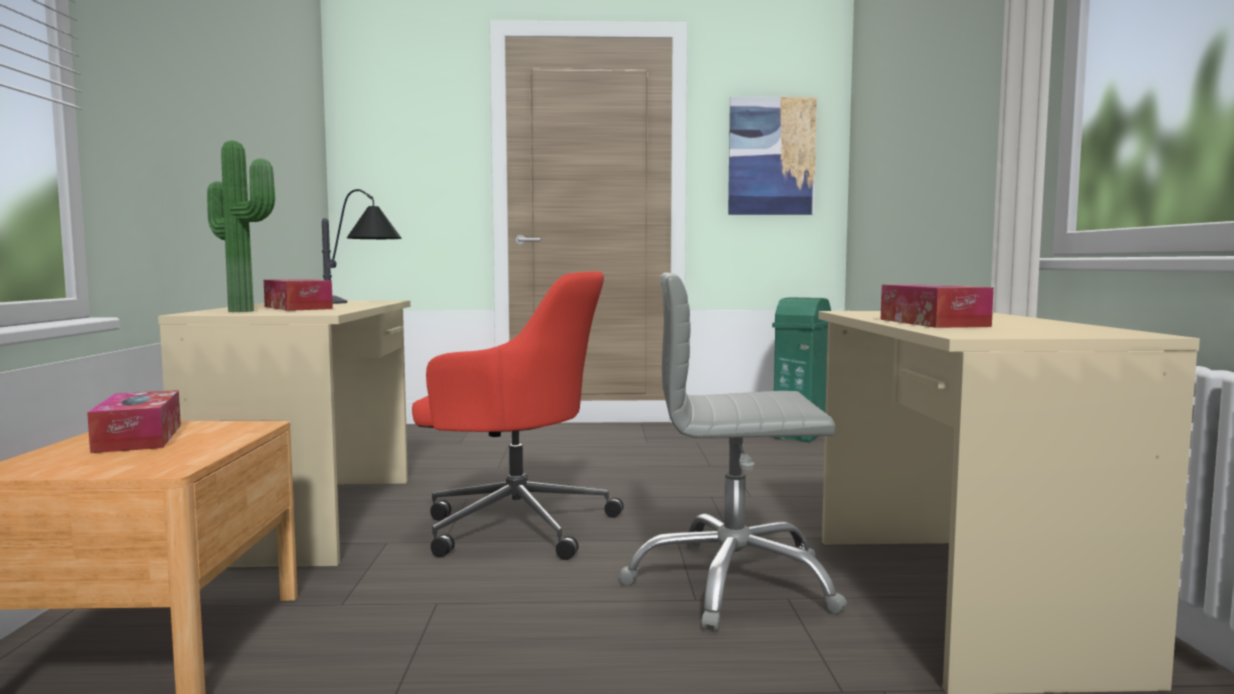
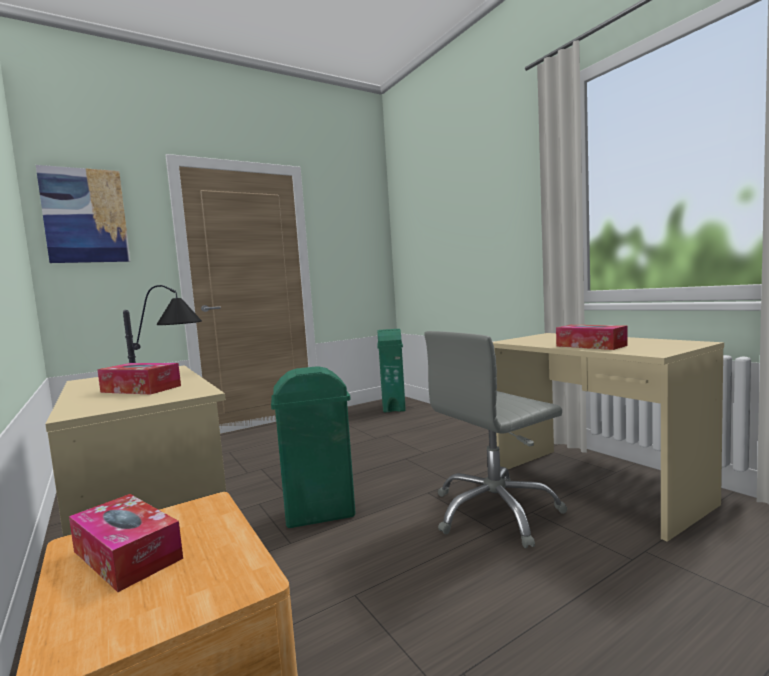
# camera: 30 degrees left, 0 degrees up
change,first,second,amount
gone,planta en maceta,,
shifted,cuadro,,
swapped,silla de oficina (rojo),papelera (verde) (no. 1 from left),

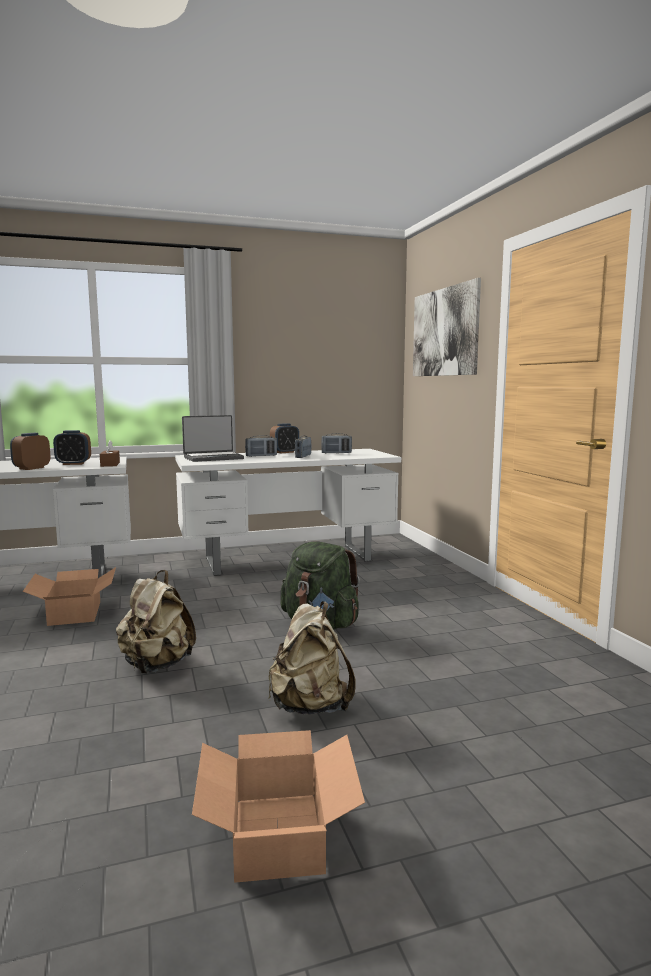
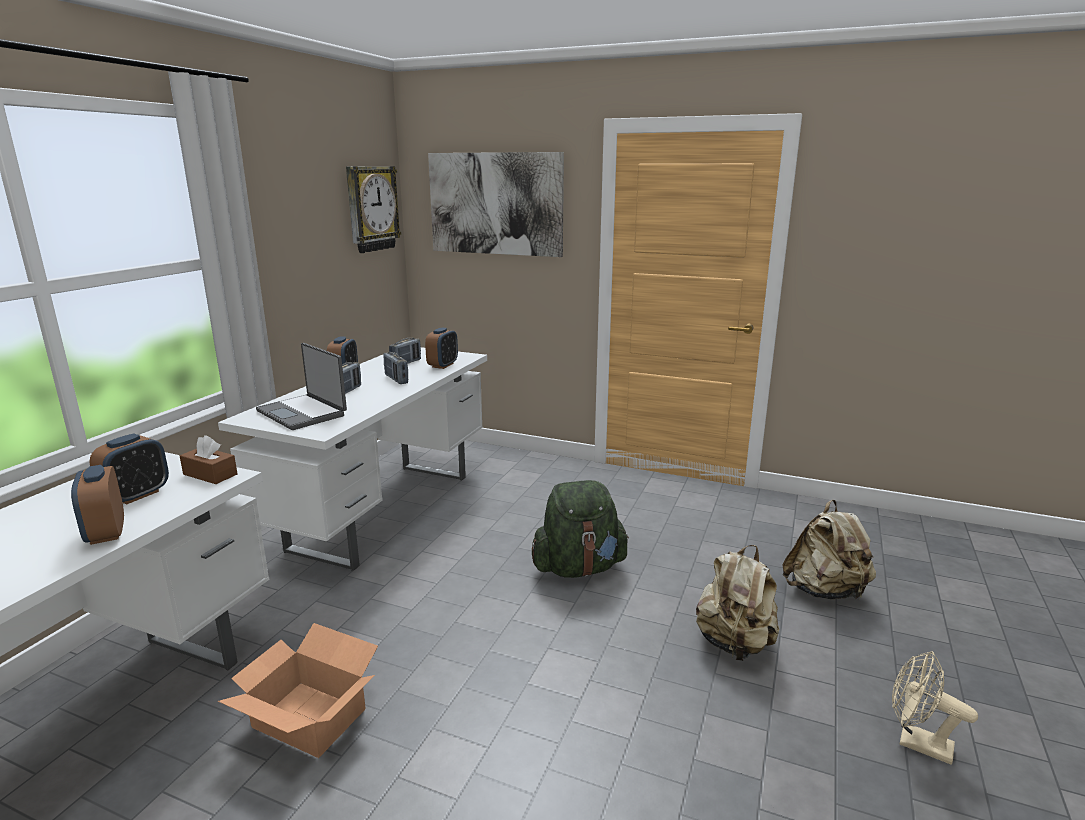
# camera: 50 degrees left, 10 degrees up
change,first,second,amount
new,,reloj de pared,
new,,despertador (no. 4 from left),
shifted,mochila (beis) (no. 1 from left in the first image),mochila (beis) (no. 2 from left),
swapped,caja de cartón (no. 2 from left),ventilador (beis),
rotated,portátil,,120 degrees clockwise

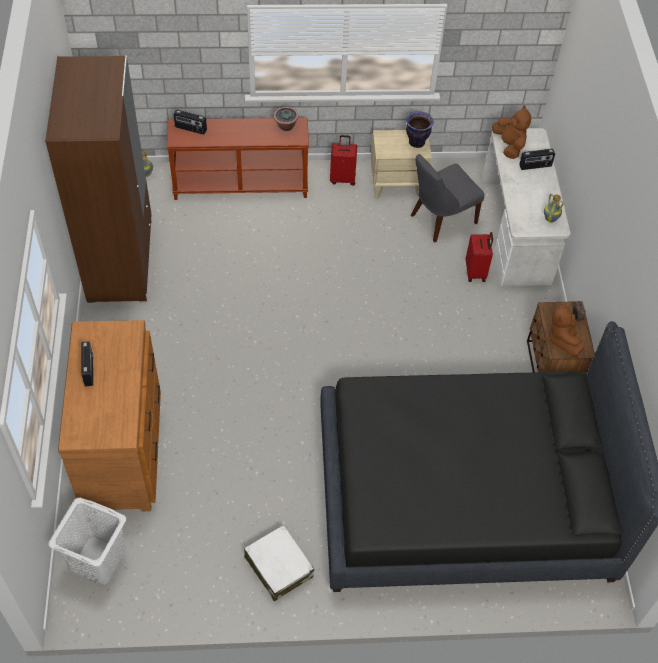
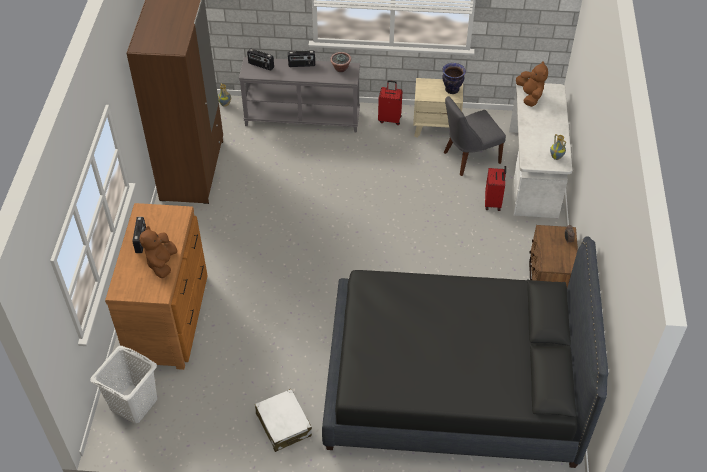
# camera: 10 degrees right, 5 degrees down
change,first,second,amount
shifted,radio (no. 3 from left),,
shifted,peluche (marrón) (no. 2 from left in the first image),peluche (marrón) (no. 1 from left),
repainted,mesa consola (marrón),mesa consola (gris),

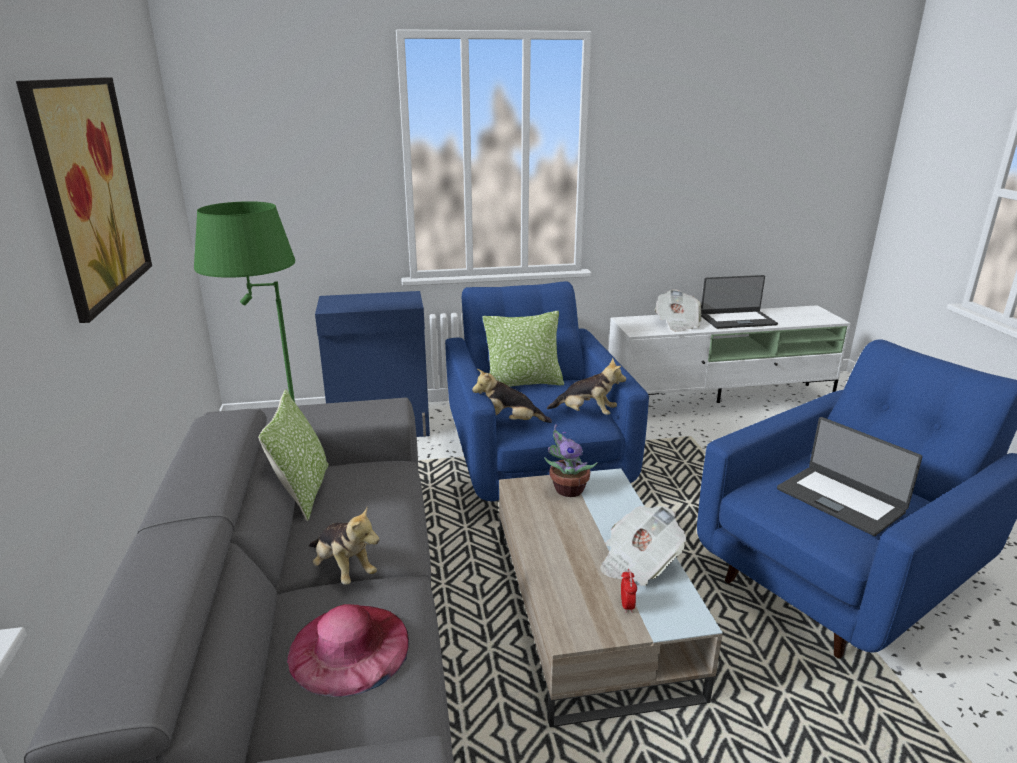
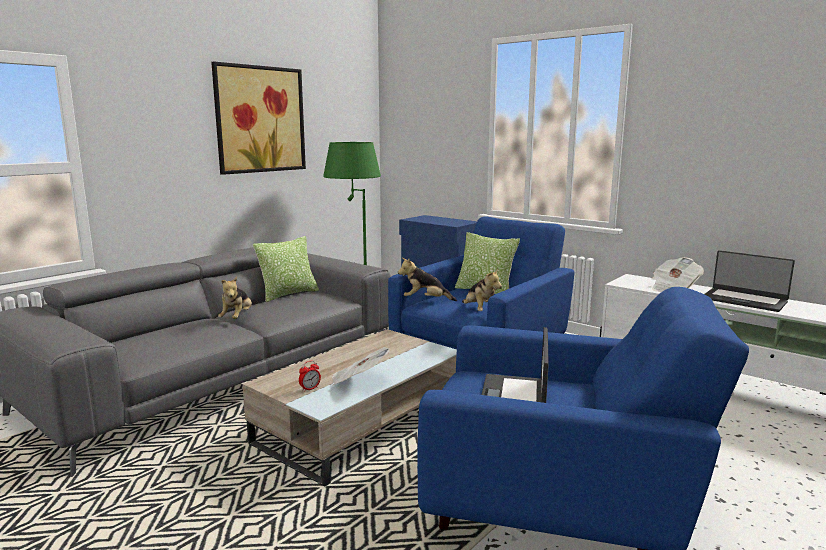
# camera: 50 degrees right, 10 degrees down
change,first,second,amount
gone,sombrero (rosa),,
gone,planta en maceta,,
rotated,peluche (no. 2 from left),,45 degrees counterclockwise

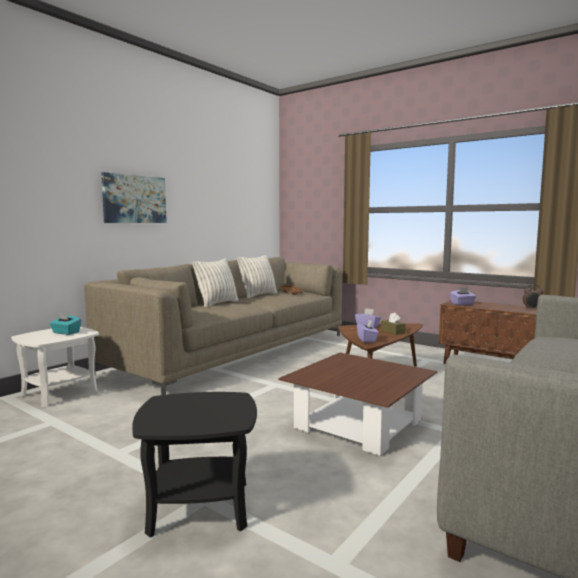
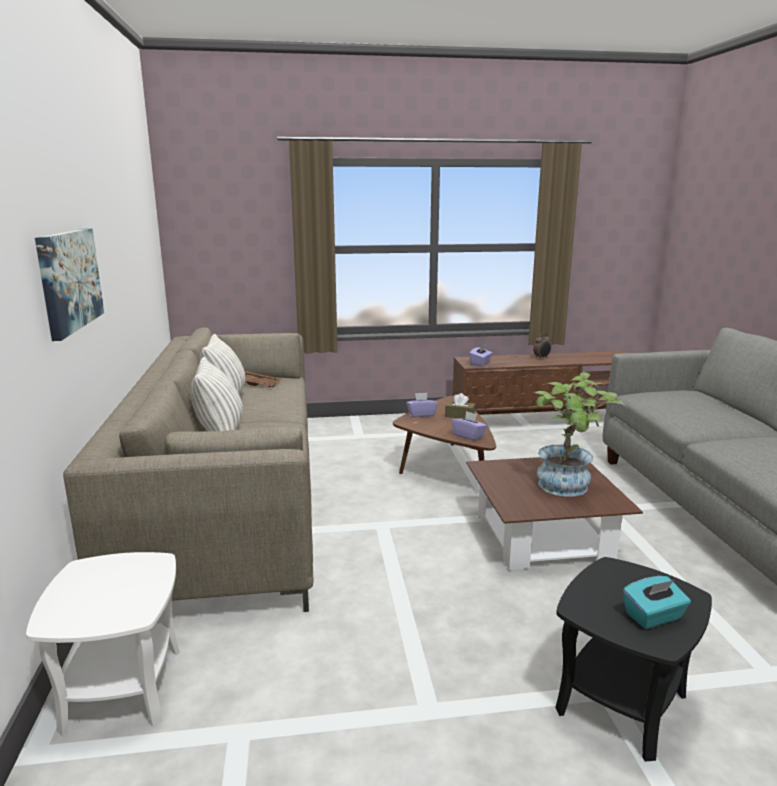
# camera: 45 degrees left, 10 degrees up
change,first,second,amount
new,,planta en maceta,
shifted,caja de pañuelos (turquesa),,

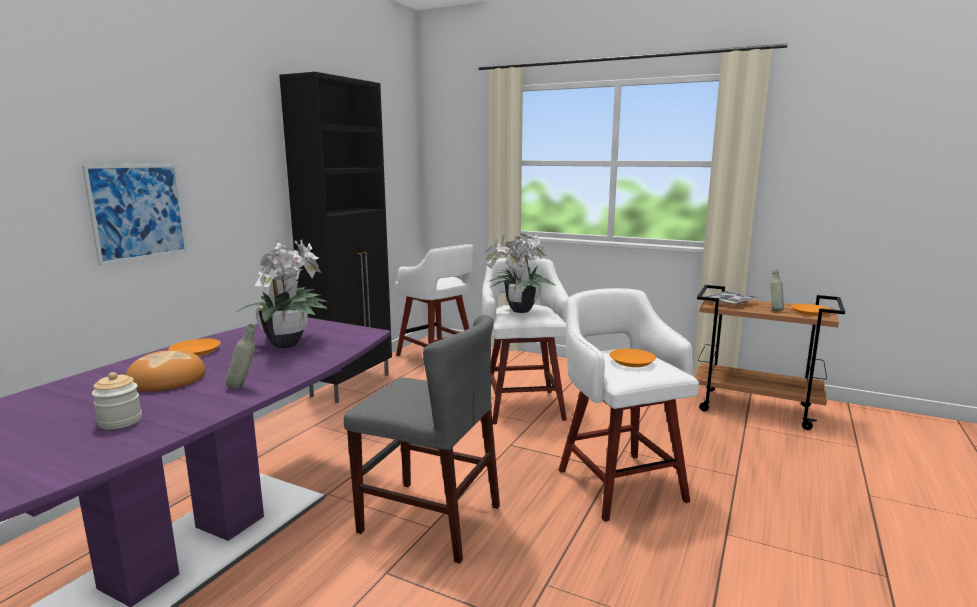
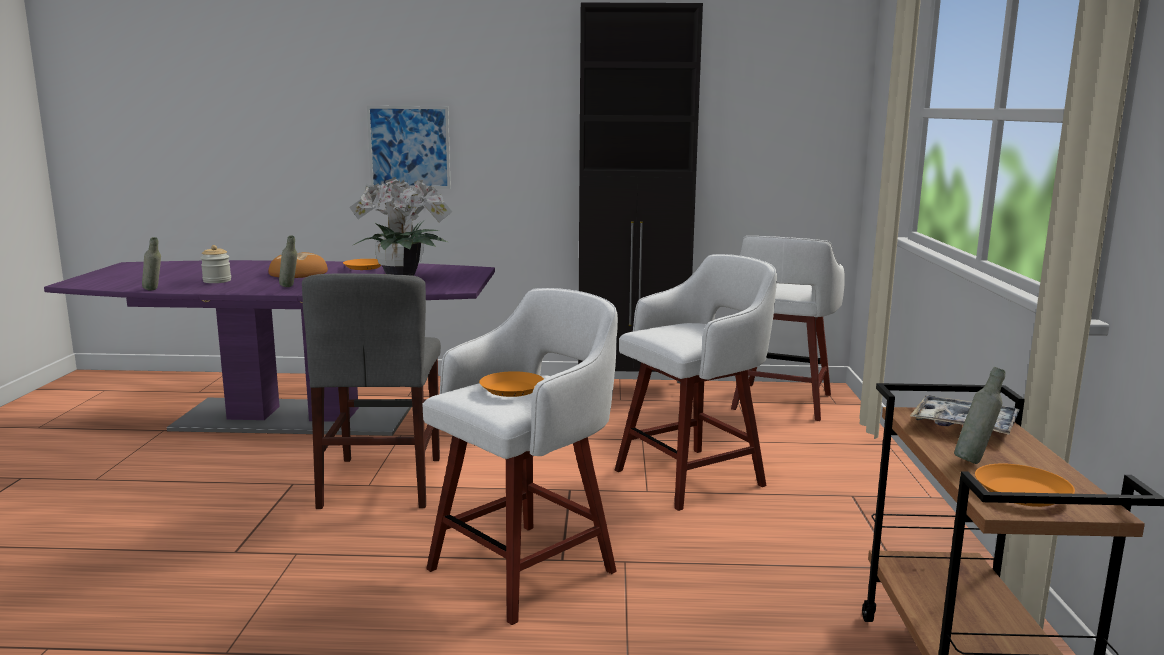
# camera: 65 degrees right, 0 degrees up
change,first,second,amount
gone,planta en maceta (no. 2 from left),,
new,,botella (gris) (no. 1 from left),

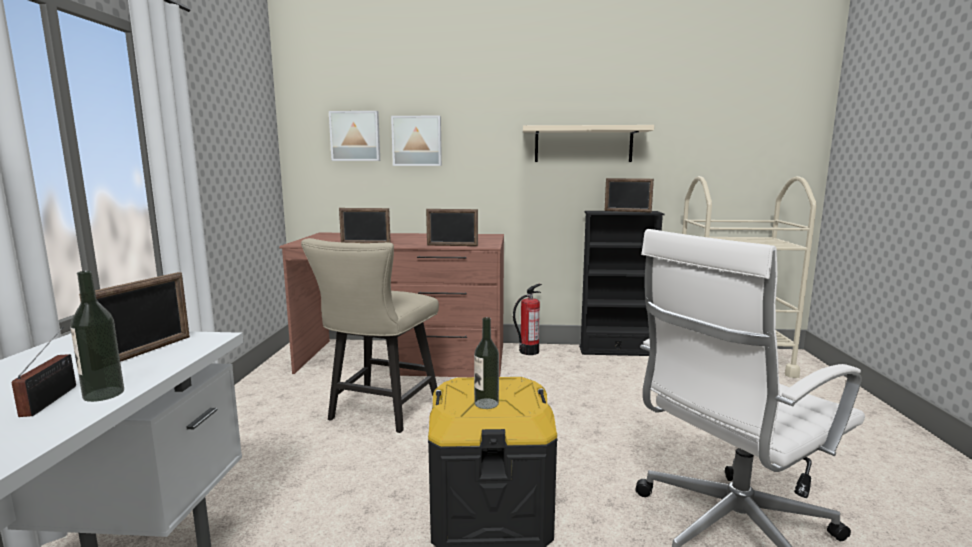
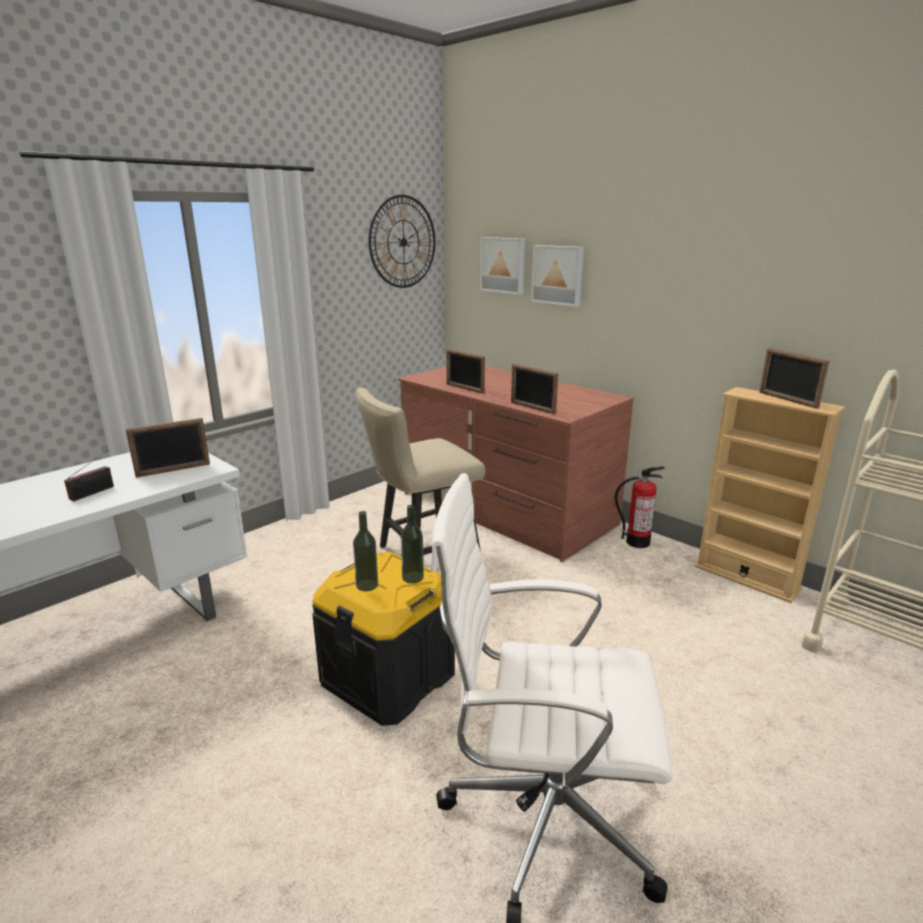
# camera: 40 degrees right, 10 degrees up
change,first,second,amount
gone,estante (beis),,
new,,reloj de pared,
shifted,botella (no. 1 from left in the first image),botella (no. 2 from left),
repainted,estantería (negro),estantería (beis),

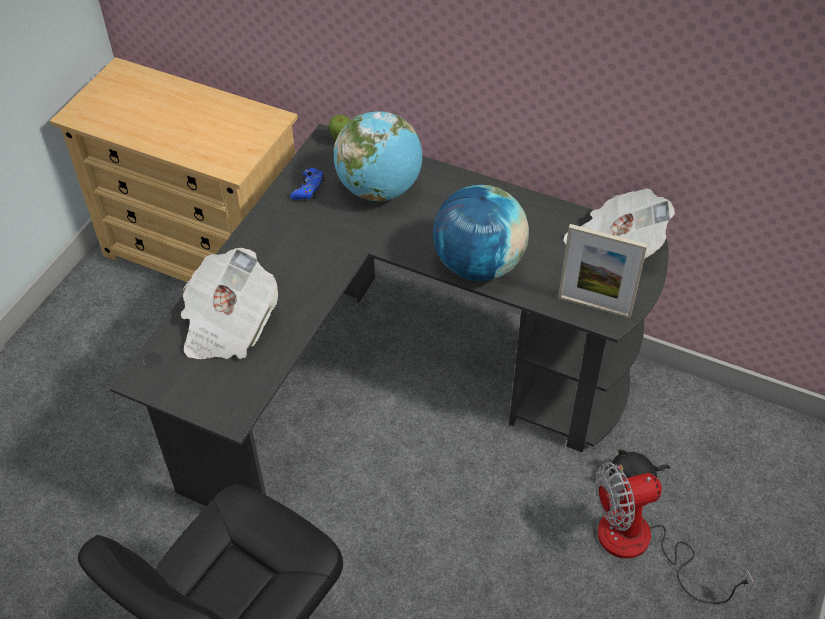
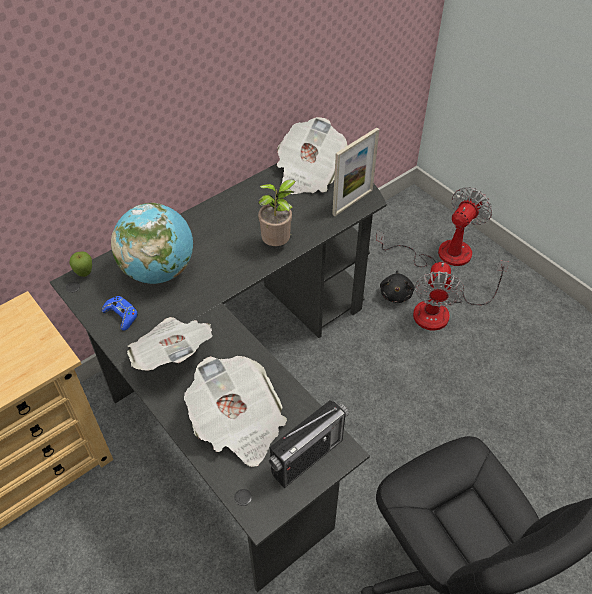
# camera: 65 degrees left, 0 degrees up
change,first,second,amount
new,,periódico (no. 1 from left),
new,,radio,
new,,ventilador (no. 1 from left),
swapped,globo terráqueo (no. 2 from left),planta en maceta,

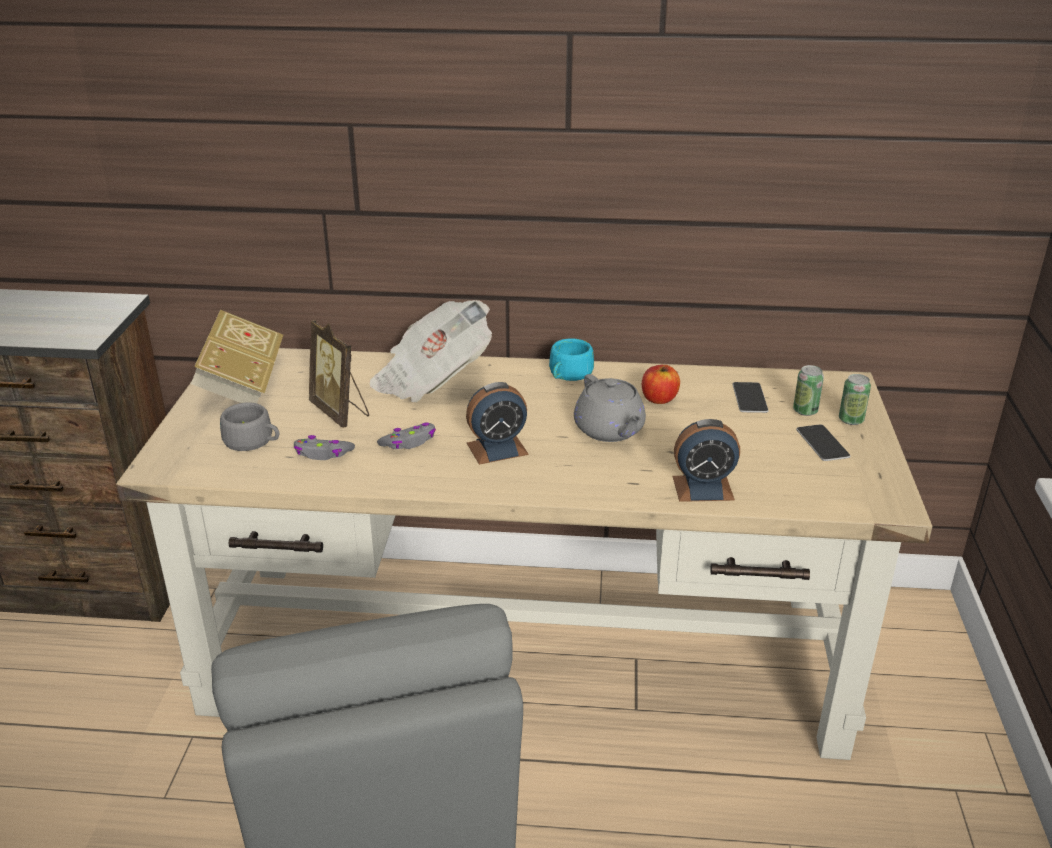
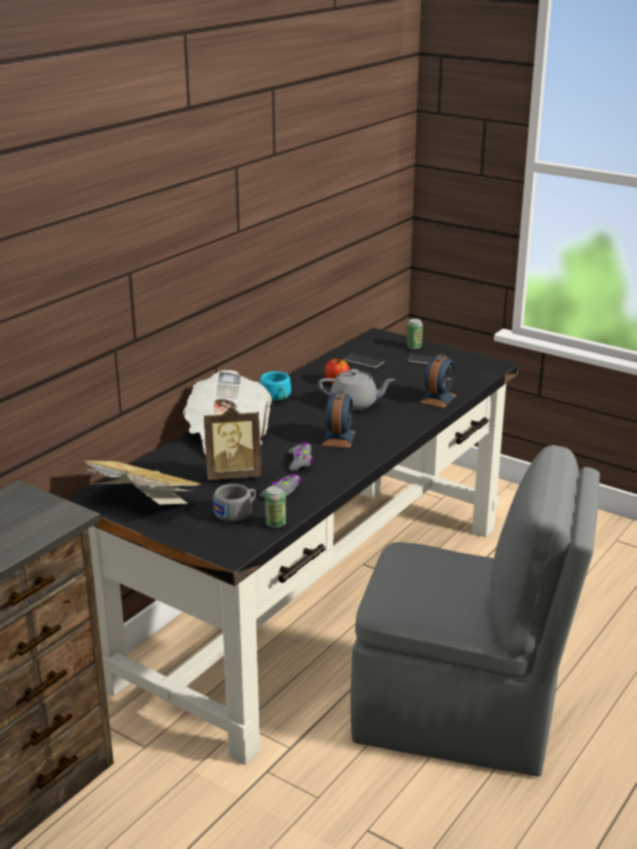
# camera: 60 degrees left, 5 degrees down
change,first,second,amount
shifted,lata (no. 1 from left),,
repainted,escritorio (beis),escritorio (negro),

